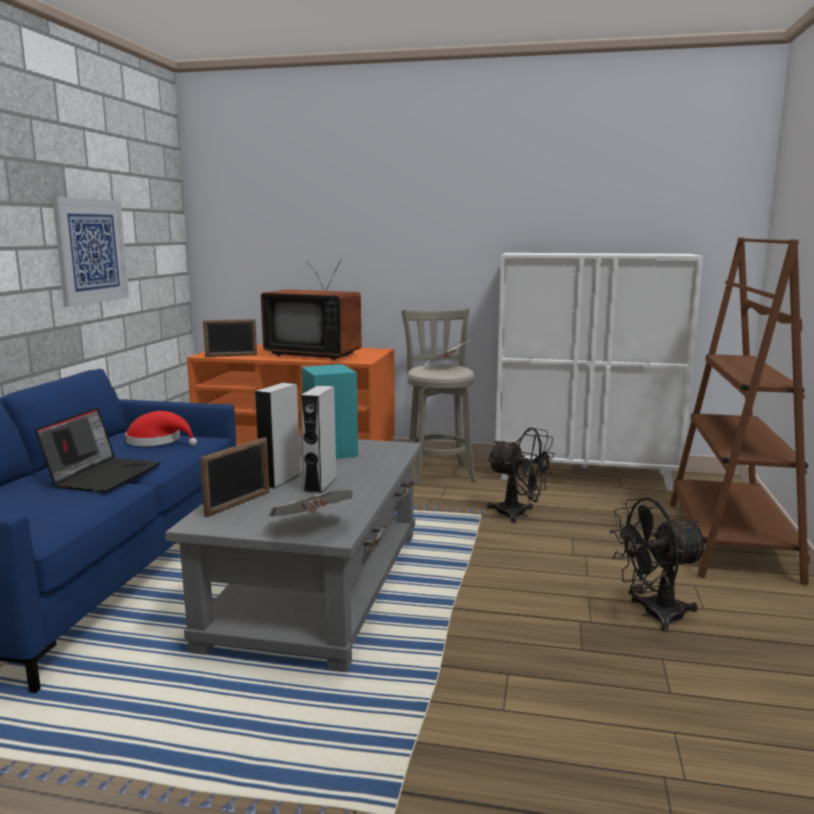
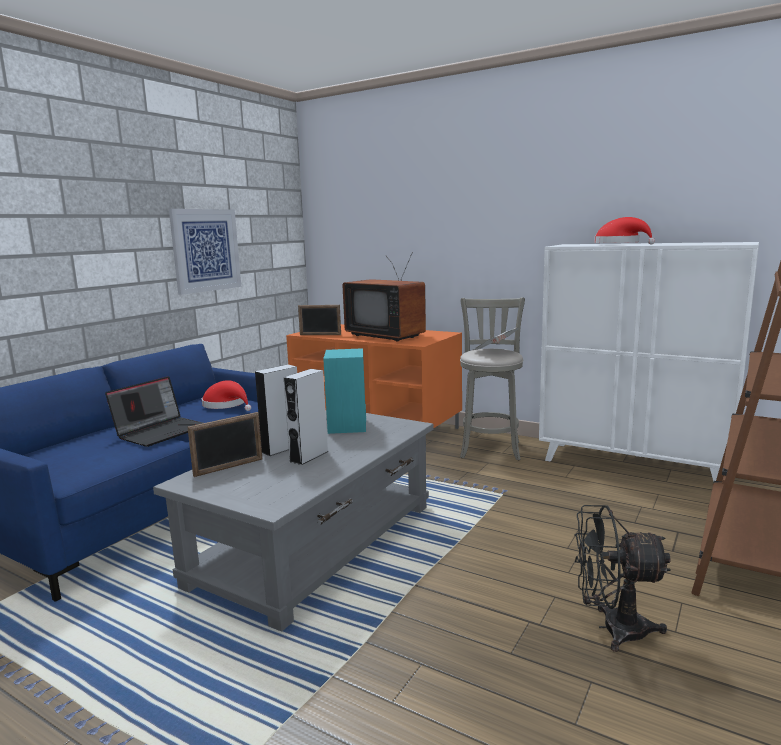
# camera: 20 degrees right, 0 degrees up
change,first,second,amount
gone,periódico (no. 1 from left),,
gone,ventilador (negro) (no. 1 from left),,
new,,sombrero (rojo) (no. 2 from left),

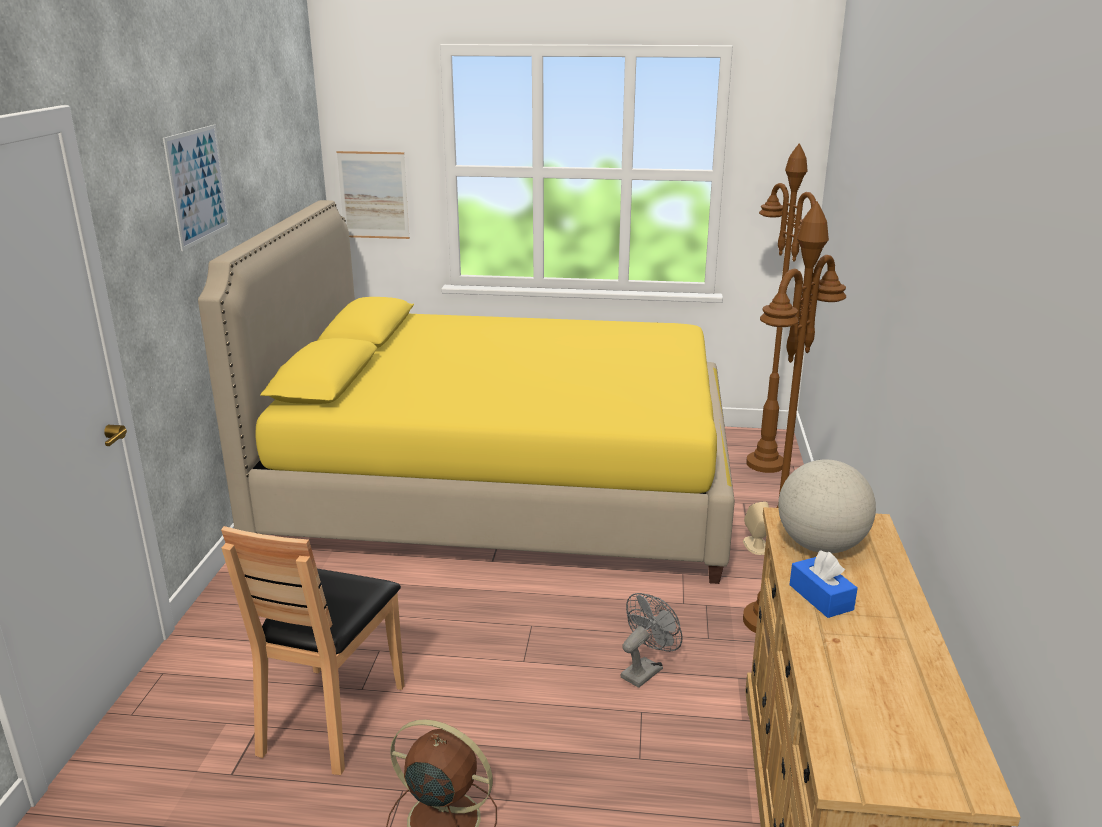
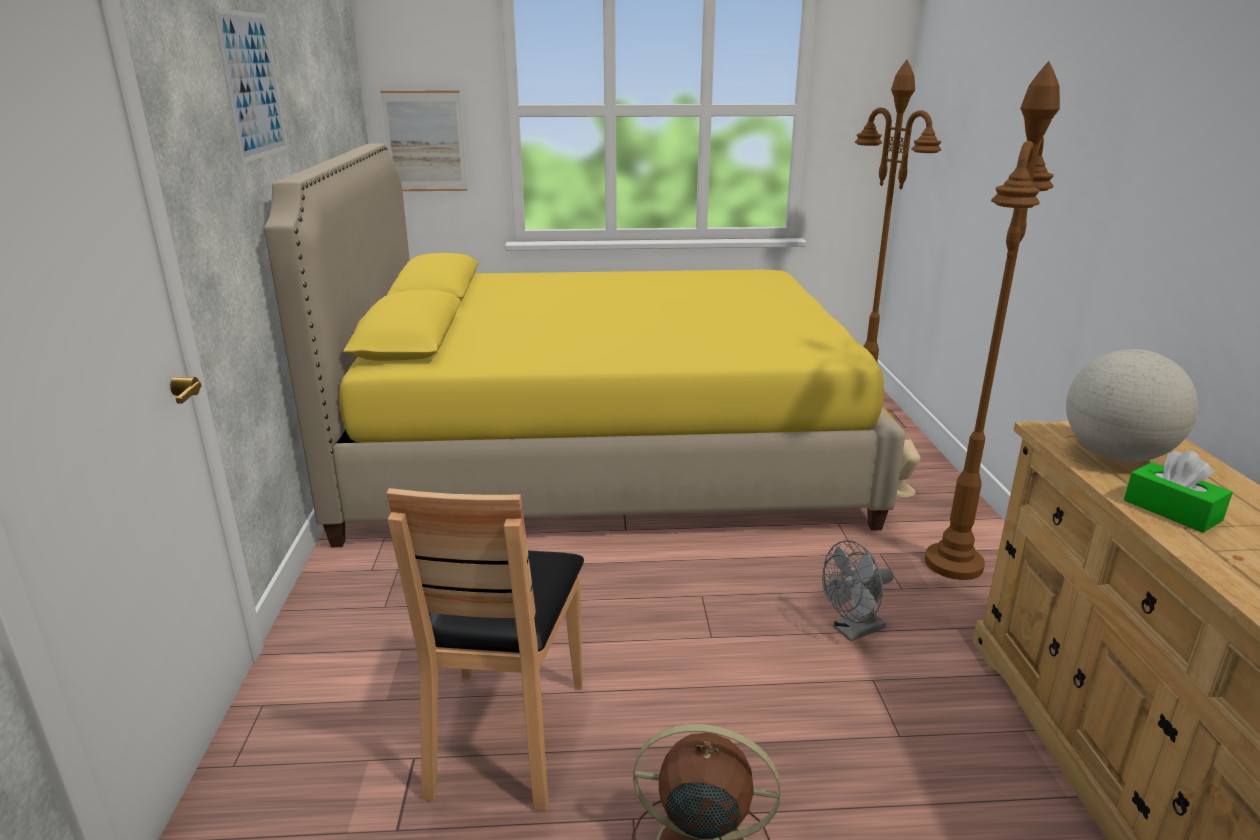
# camera: 10 degrees left, 0 degrees up
change,first,second,amount
repainted,caja de pañuelos (azul),caja de pañuelos (verde),
rotated,ventilador (gris),,150 degrees counterclockwise

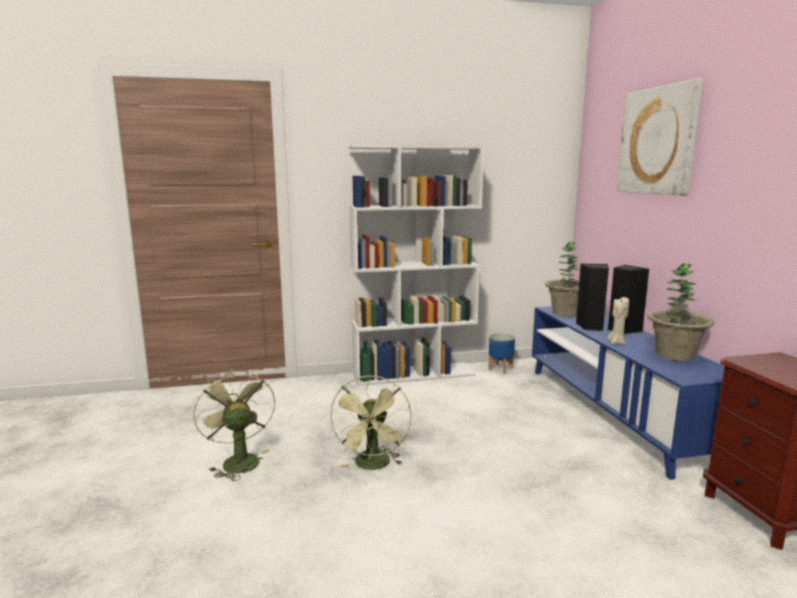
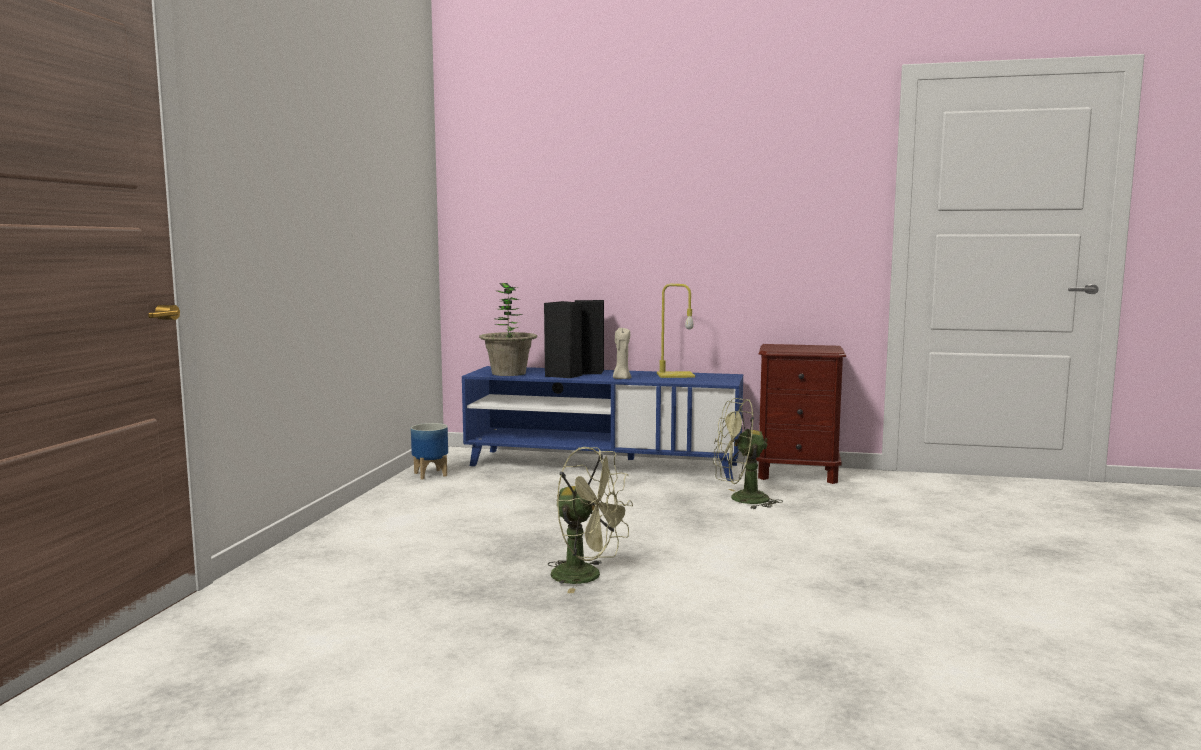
# camera: 65 degrees left, 5 degrees down
change,first,second,amount
gone,estantería (blanco),,
gone,cuadro,,
shifted,ventilador (verde) (no. 1 from left in the first image),ventilador (verde) (no. 2 from left),
swapped,planta en maceta (no. 2 from left),lámpara de mesa (amarillo),

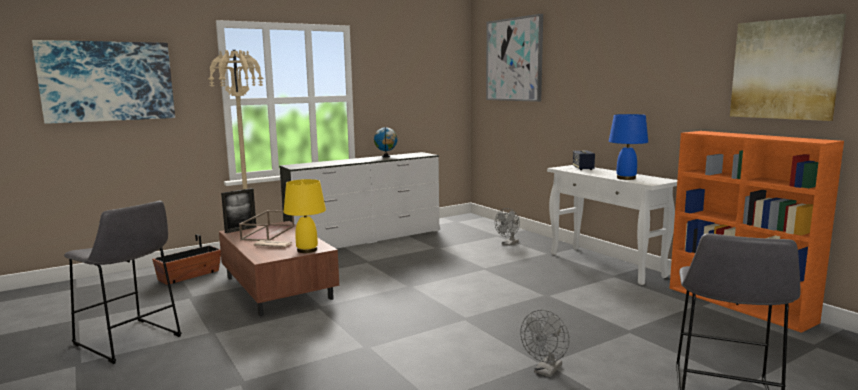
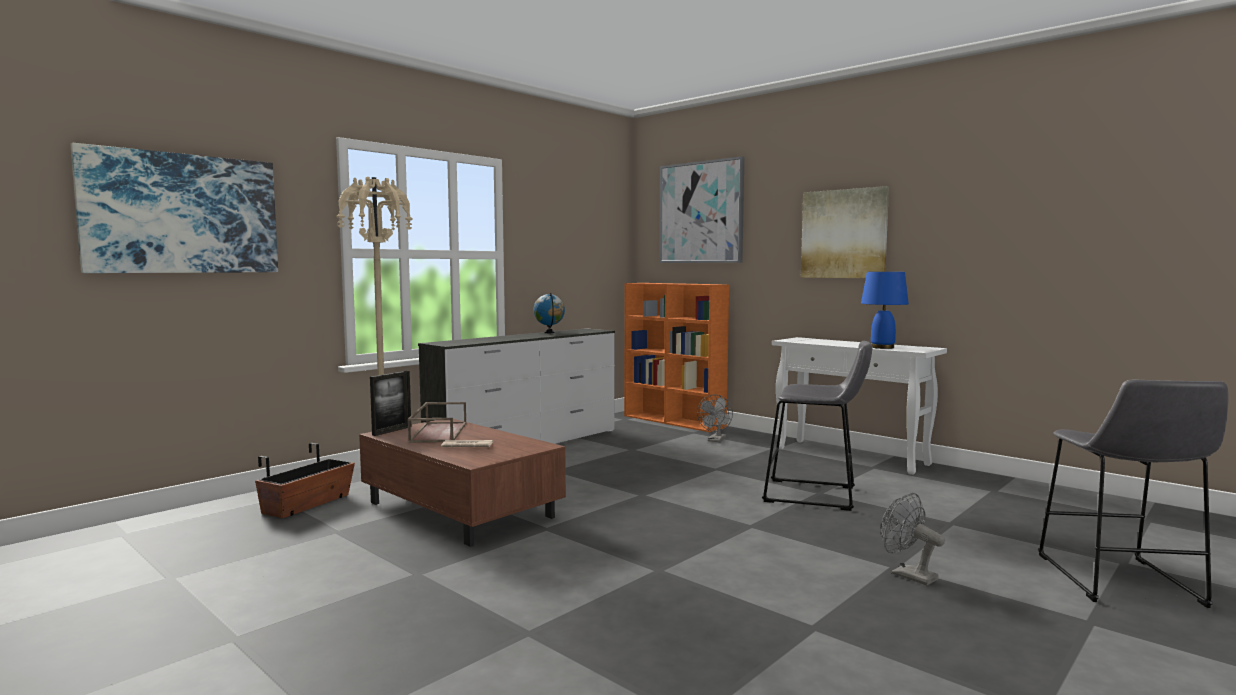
# camera: 15 degrees left, 5 degrees down
change,first,second,amount
gone,lámpara de mesa (amarillo),,
gone,altavoz,,
shifted,taburete (gris) (no. 1 from left),,
shifted,estantería (naranja),,
shifted,cuadro (no. 3 from left),,
rotated,ventilador (gris) (no. 2 from left),,120 degrees clockwise

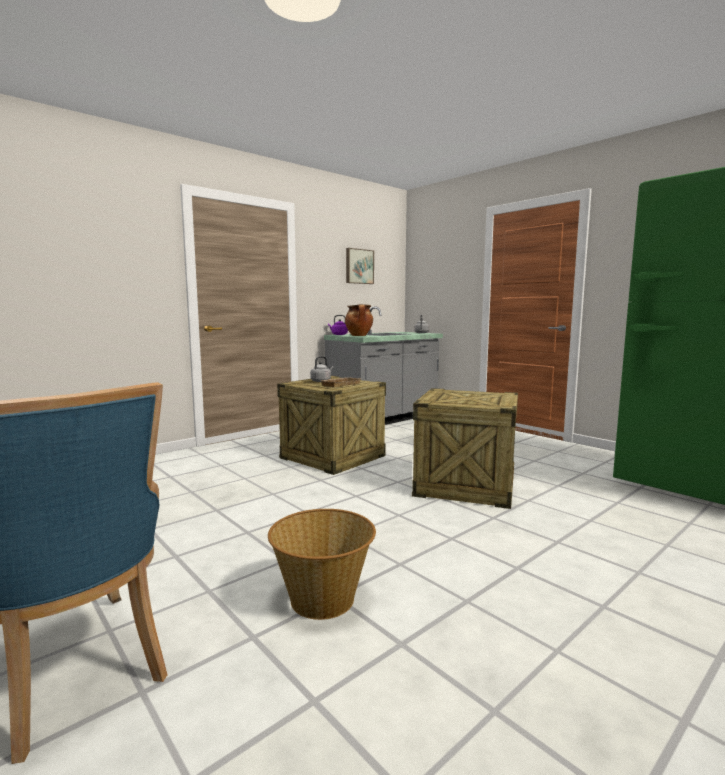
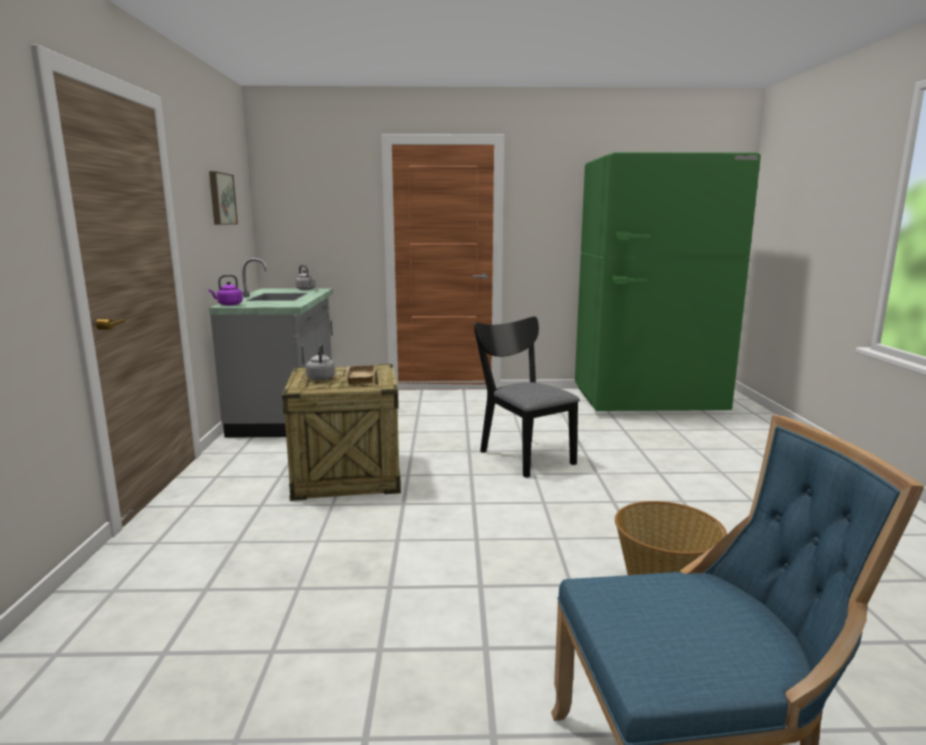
# camera: 50 degrees left, 5 degrees up
change,first,second,amount
gone,olla,,
swapped,caja de embalaje (no. 2 from left),silla (negro),

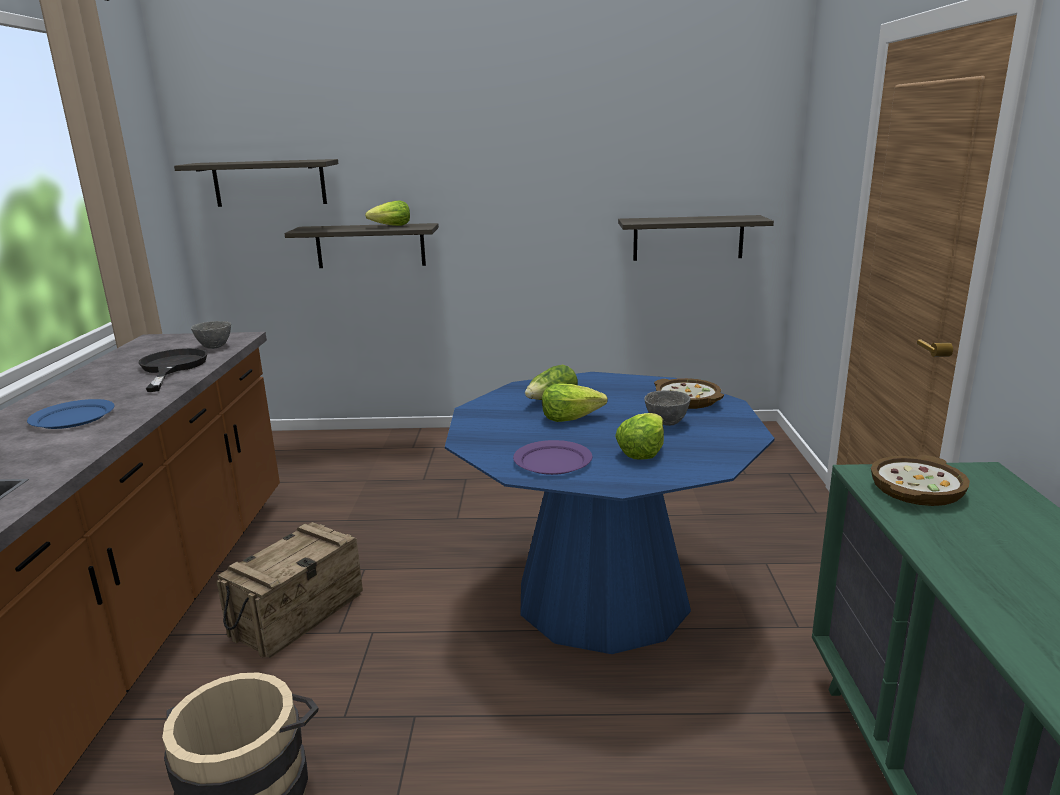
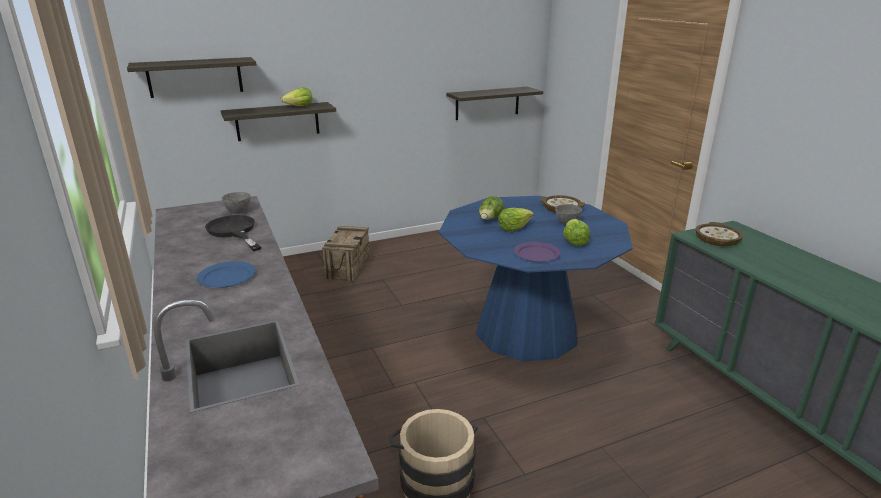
# camera: 25 degrees left, 5 degrees up
change,first,second,amount
shifted,caja de embalaje,,

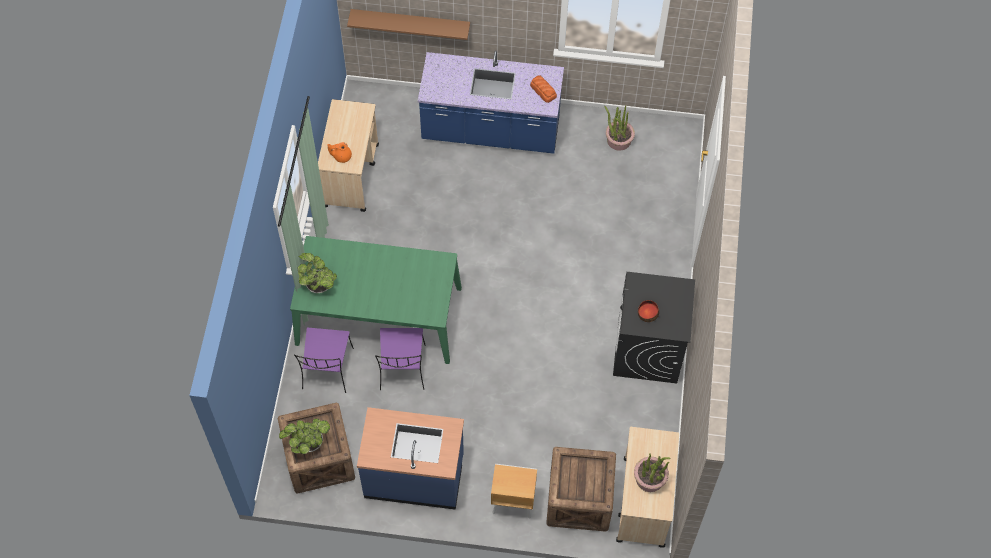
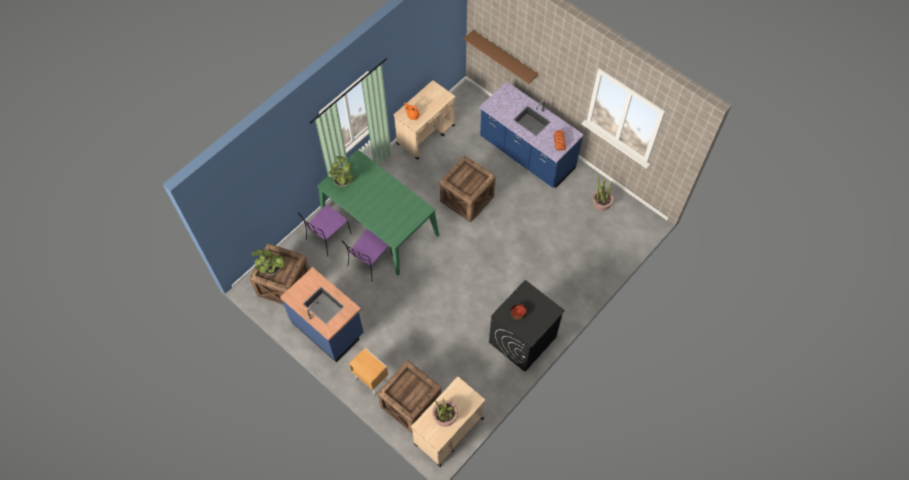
# camera: 35 degrees right, 0 degrees up
change,first,second,amount
new,,caja de embalaje (no. 3 from left),

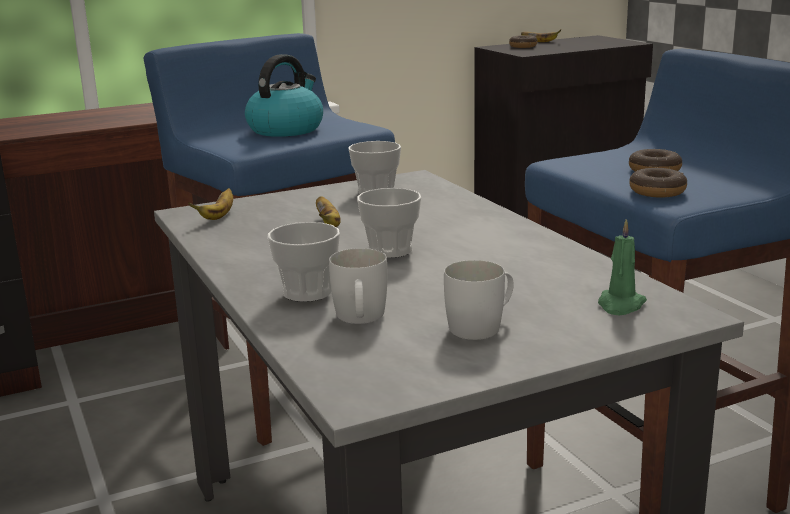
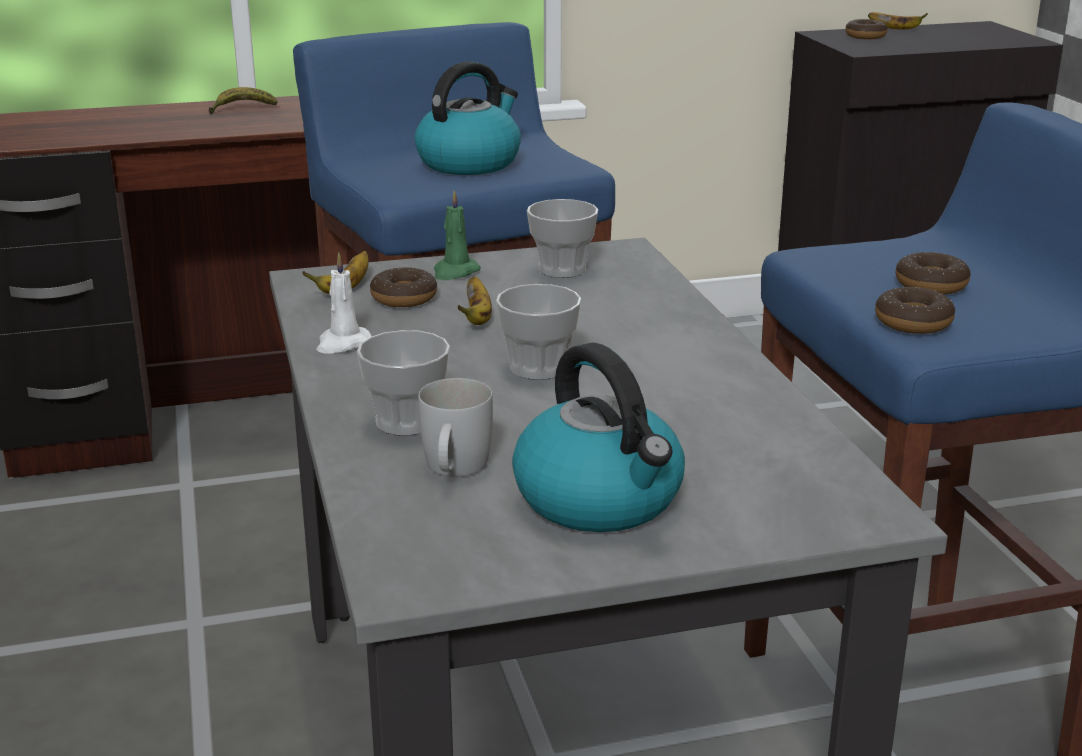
# camera: 10 degrees right, 5 degrees up
change,first,second,amount
new,,plátano (no. 1 from left),
new,,vela (blanco),
new,,rosquilla (no. 1 from left),
shifted,vela (verde),,
swapped,taza grande (blanco) (no. 2 from left),hervidor (no. 2 from left),

